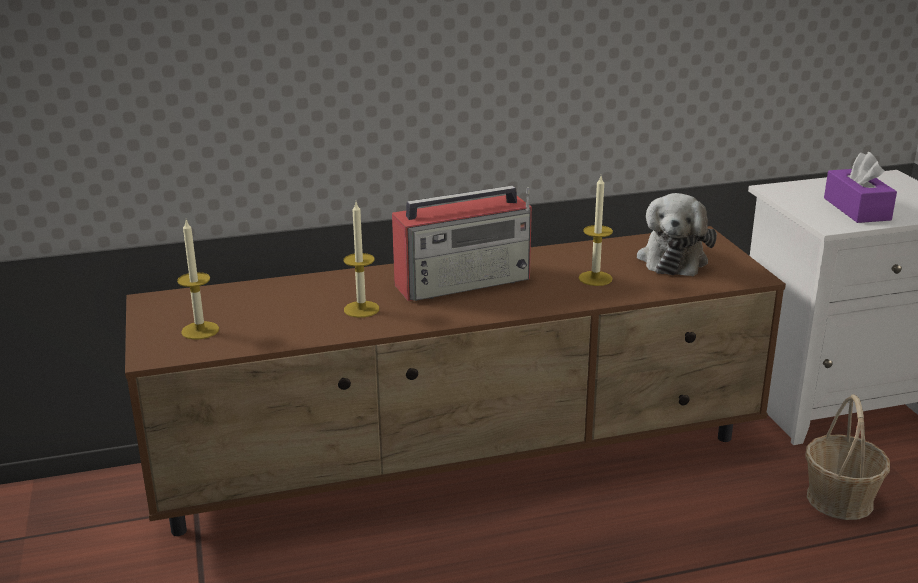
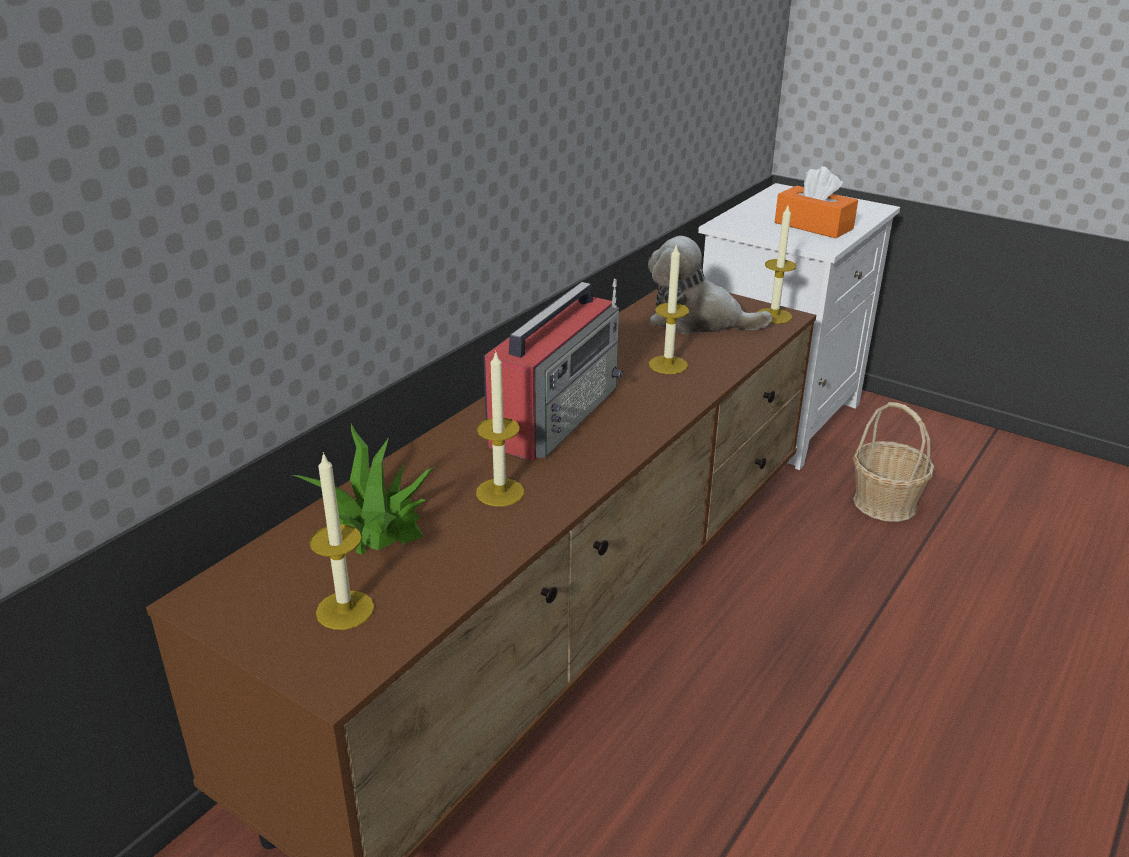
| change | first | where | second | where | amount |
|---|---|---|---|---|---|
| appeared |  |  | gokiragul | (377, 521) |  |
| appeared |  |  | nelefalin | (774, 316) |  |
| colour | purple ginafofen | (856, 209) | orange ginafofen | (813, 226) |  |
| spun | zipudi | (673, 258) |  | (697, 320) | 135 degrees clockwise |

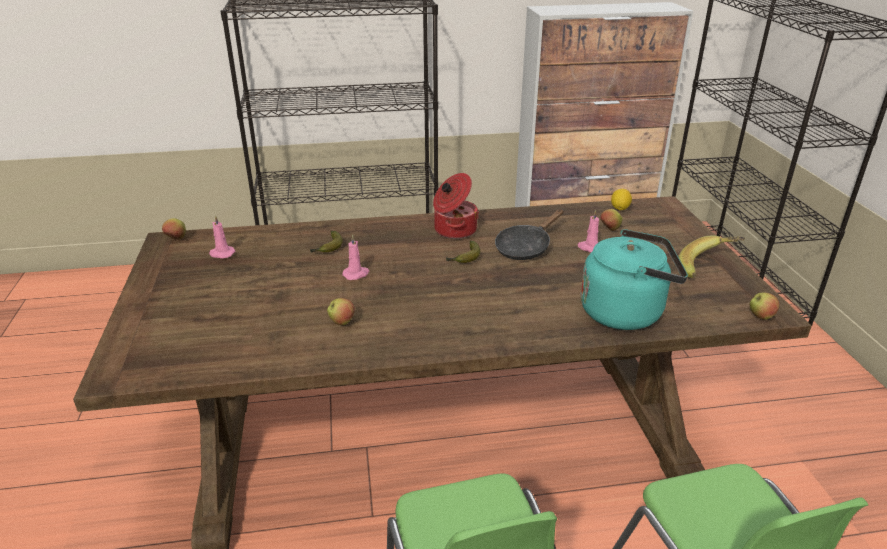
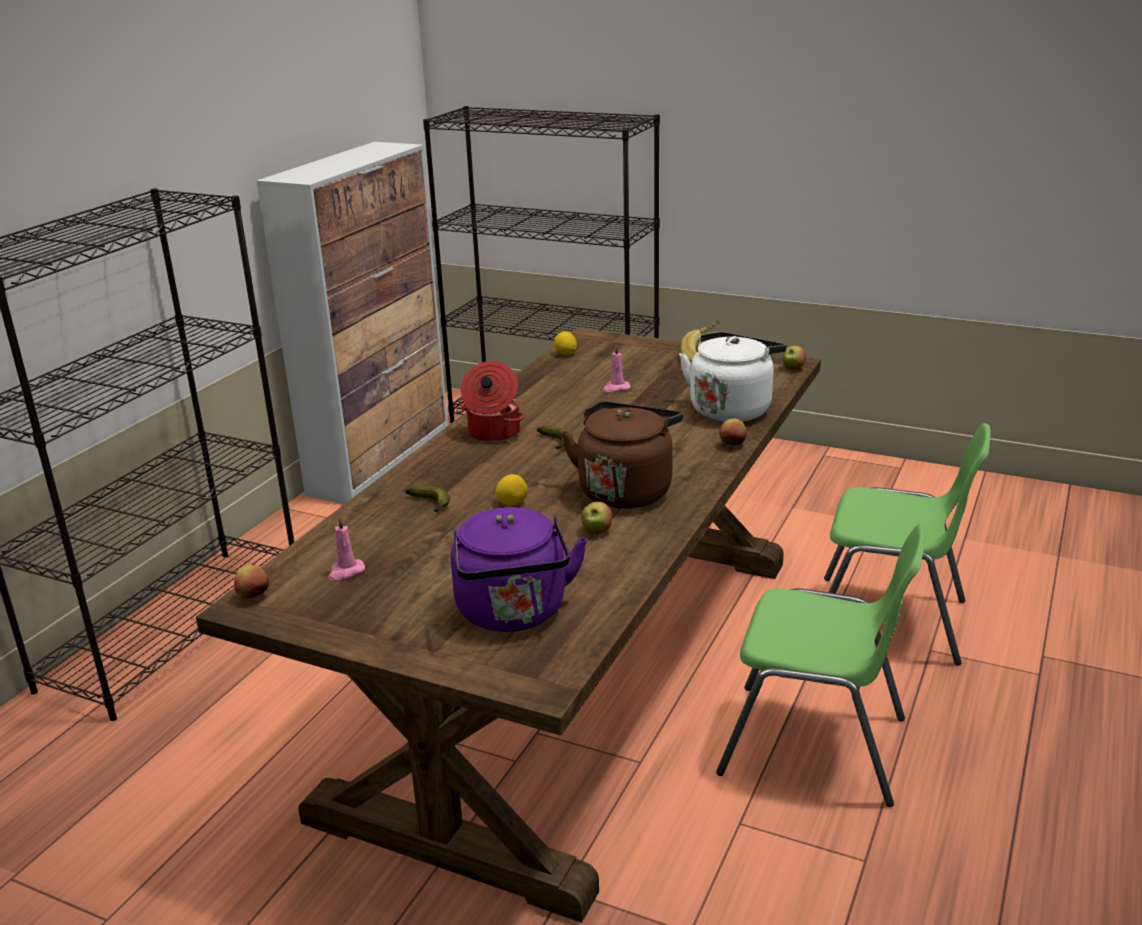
| change | first | where | second | where | amount |
|---|---|---|---|---|---|
| missing | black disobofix | (525, 247) |  |  |  |
| appeared |  |  | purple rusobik | (514, 614) |  |
| appeared |  |  | brown rusobik | (626, 490) |  |
| relocated | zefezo | (609, 229) |  | (732, 445) |  |
| exchanged | pink nelefalin | (356, 274) | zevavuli | (512, 503) |  |
| colour | turquoise rusobik | (626, 312) | white rusobik | (732, 409) |  |

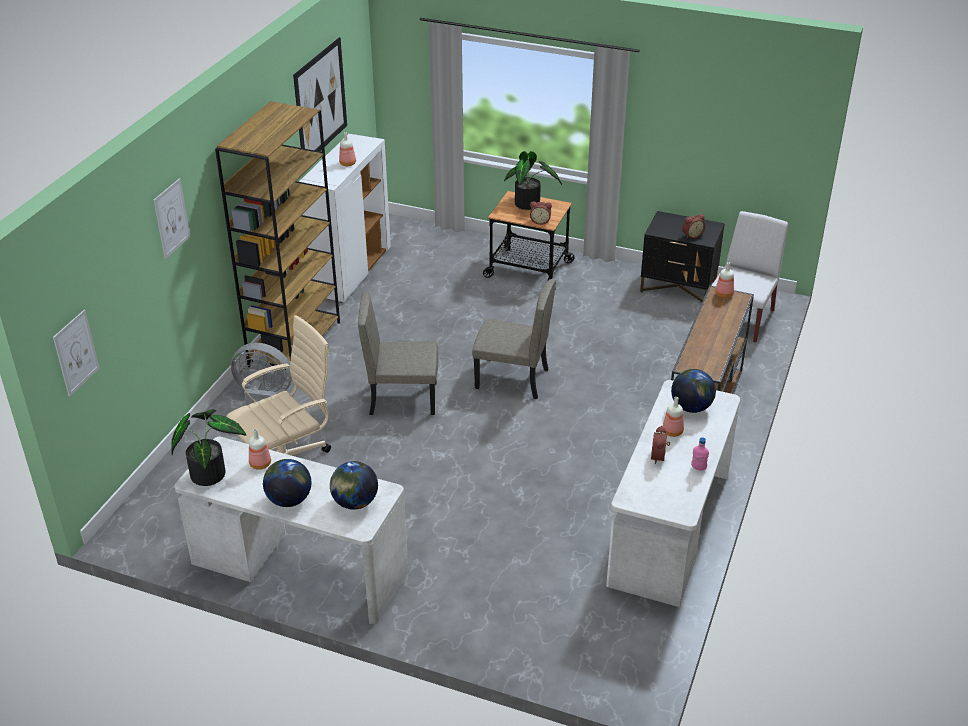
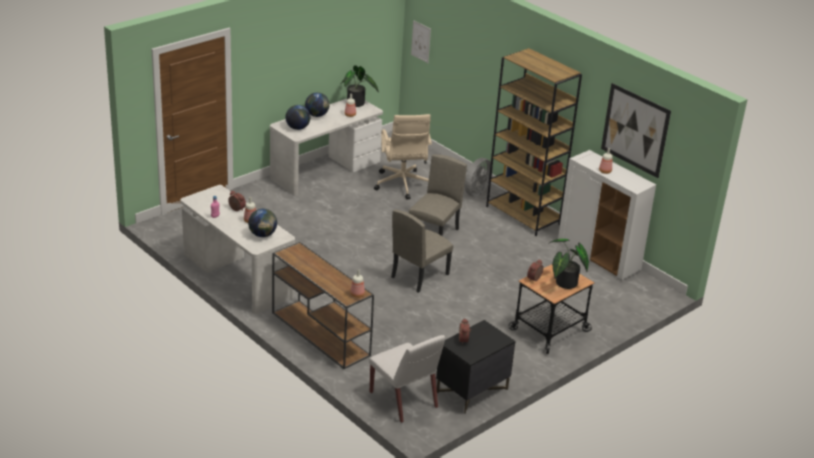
| change | first | where | second | where | amount |
|---|---|---|---|---|---|
| missing | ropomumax | (171, 218) |  |  |  |

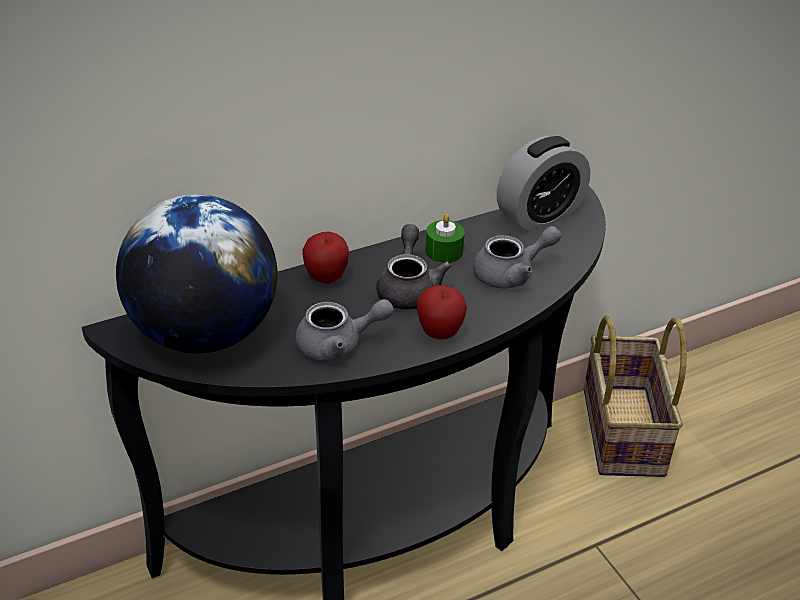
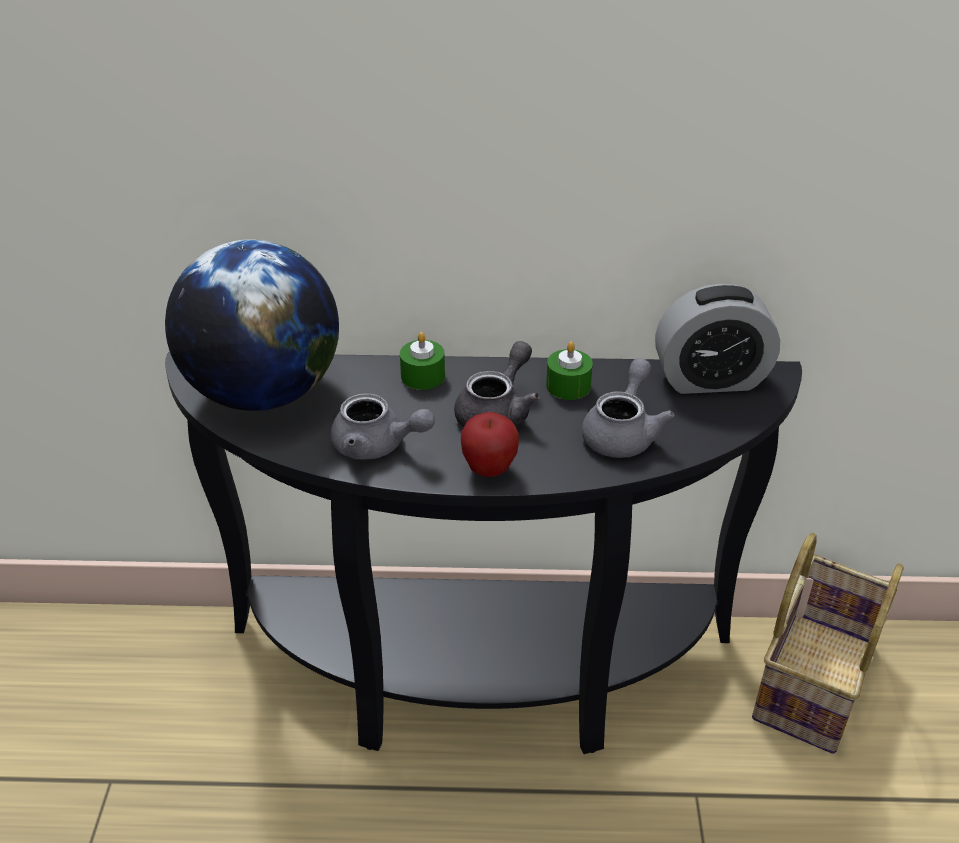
| change | first | where | second | where | amount |
|---|---|---|---|---|---|
| exchanged | zefezo | (326, 278) | green nelefalin | (423, 376) |  |
| spun | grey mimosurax | (511, 274) |  | (623, 432) | 75 degrees counterclockwise |

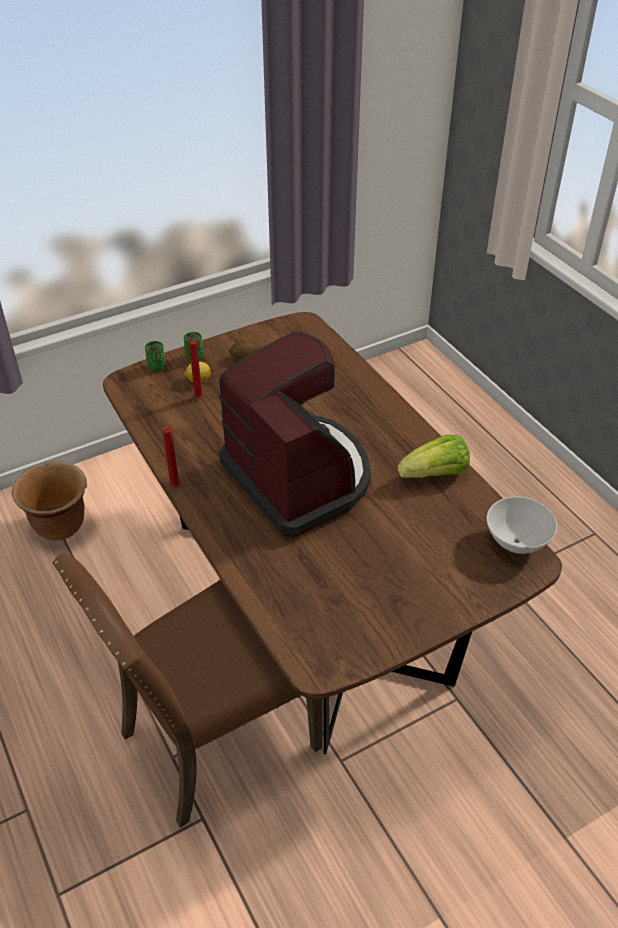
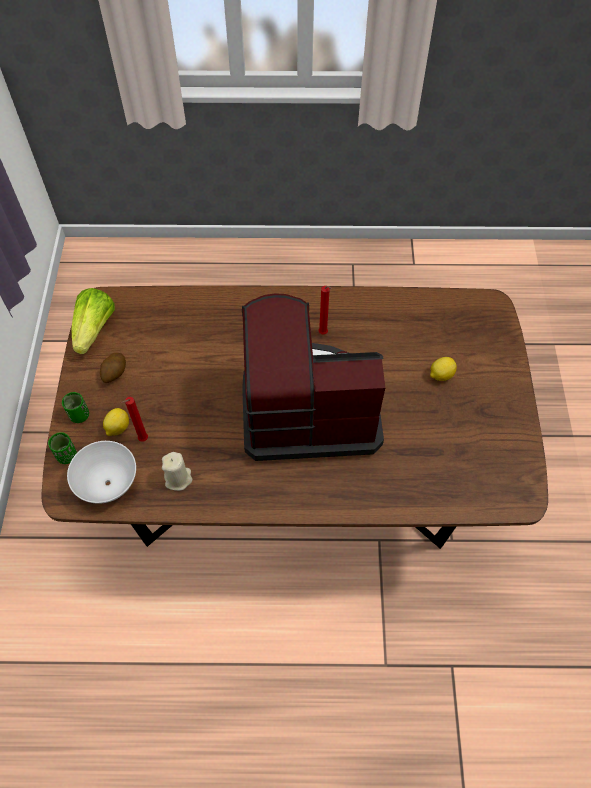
| change | first | where | second | where | amount |
|---|---|---|---|---|---|
| missing | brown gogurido | (60, 526) |  |  |  |
| missing | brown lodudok | (214, 739) |  |  |  |
| appeared |  |  | beige nelefalin | (178, 479) |  |
| appeared |  |  | zevavuli | (440, 375) |  |
| relocated | red nelefalin | (174, 487) |  | (324, 334) |  |
| relocated | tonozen | (435, 474) |  | (95, 329) |  |
| relocated | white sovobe | (516, 542) |  | (107, 483) |  |

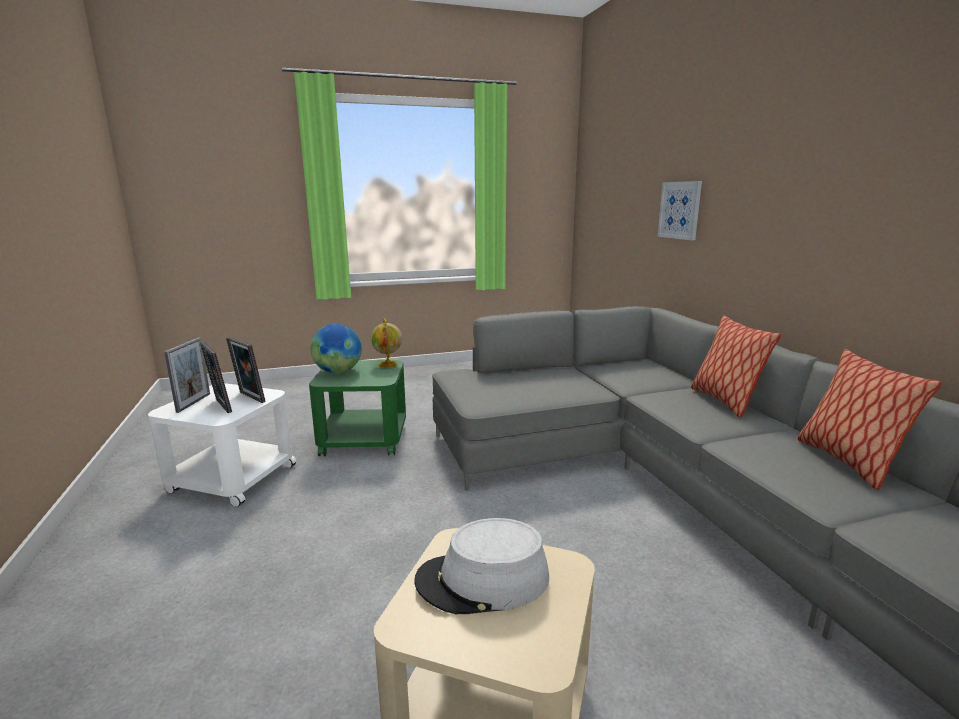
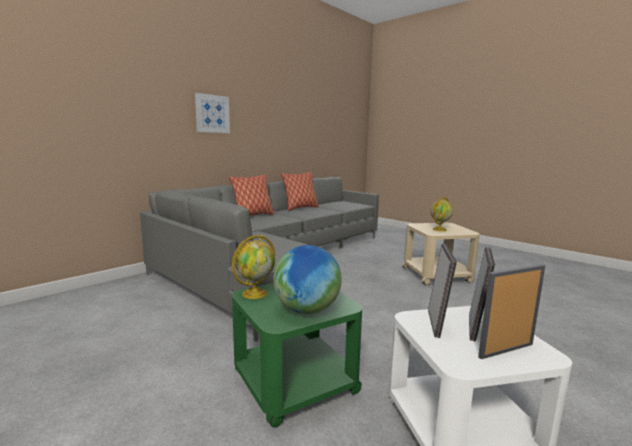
| change | first | where | second | where | amount |
|---|---|---|---|---|---|
| relocated | ropomumax | (680, 210) |  | (212, 114) |  |
| exchanged | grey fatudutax | (483, 580) | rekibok | (439, 229) |  |

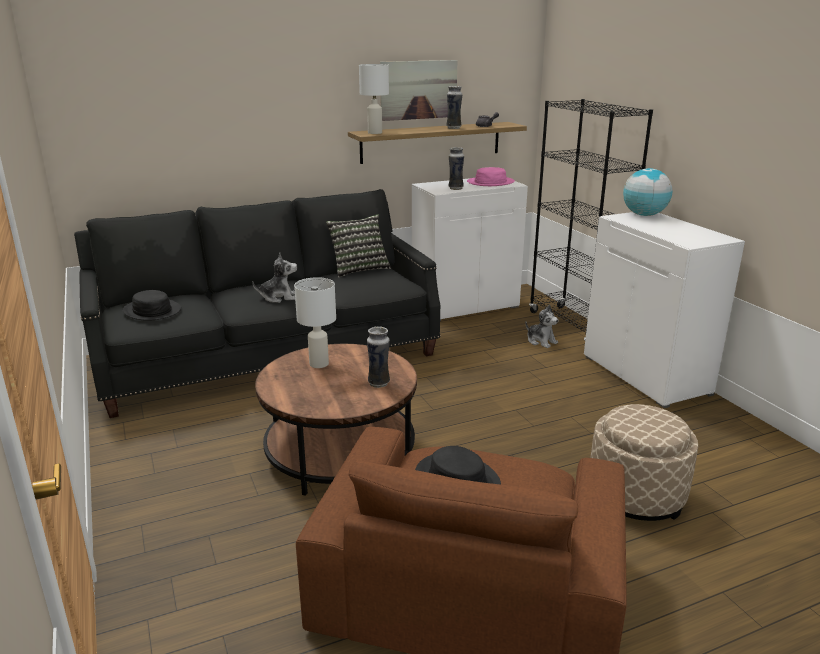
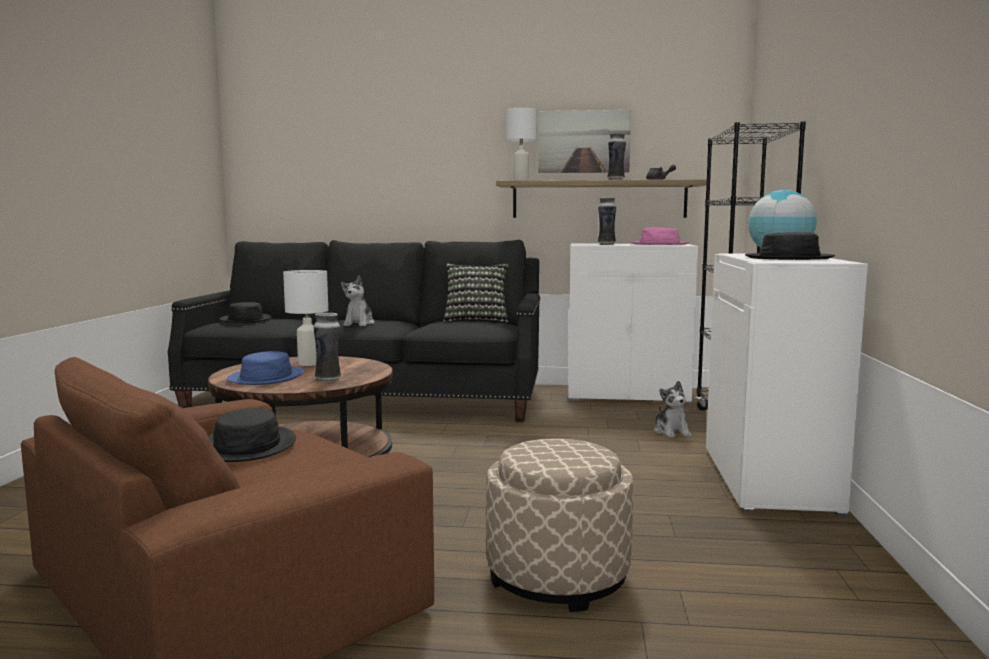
| change | first | where | second | where | amount |
|---|---|---|---|---|---|
| appeared |  |  | blue fatudutax | (266, 377) |  |
| appeared |  |  | black fatudutax | (789, 258) |  |
| spun | zipudi | (278, 297) |  | (359, 324) | 75 degrees clockwise |

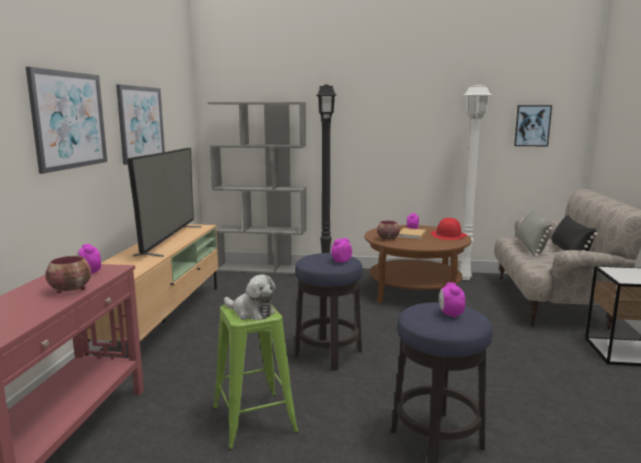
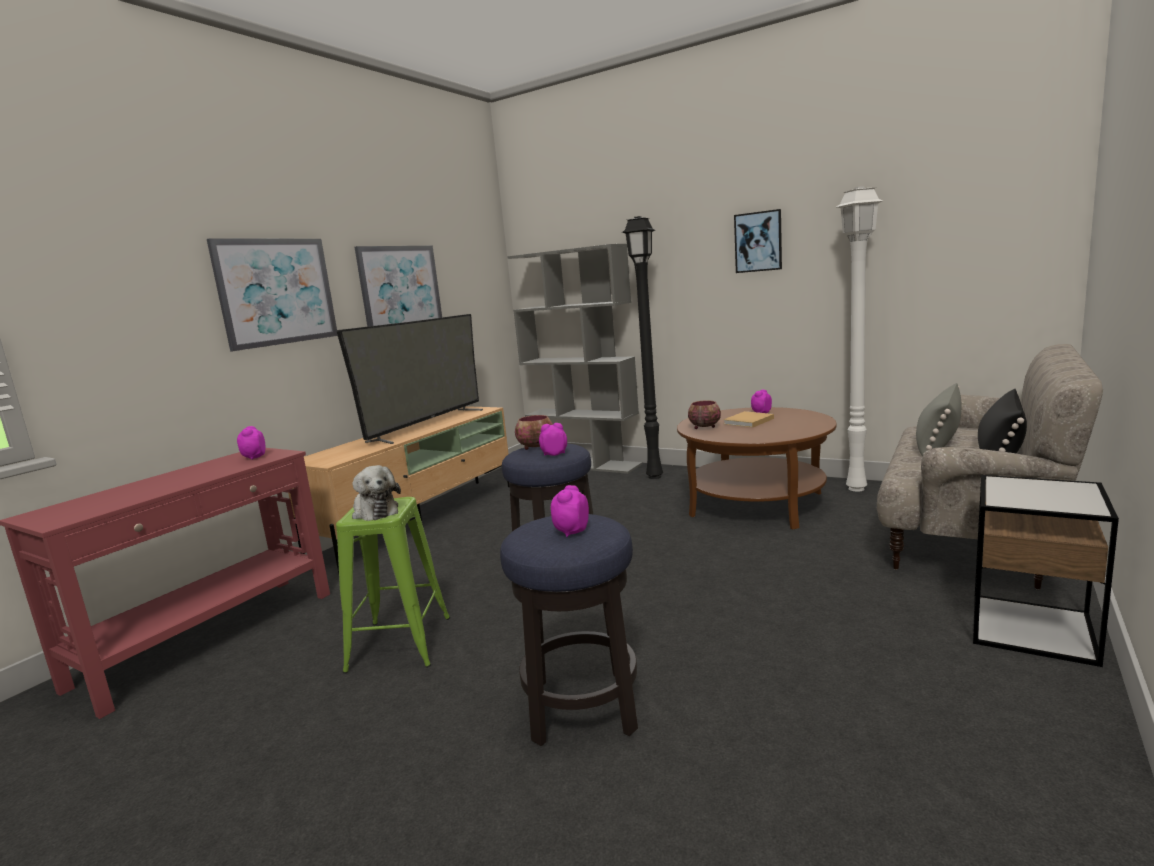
| change | first | where | second | where | amount |
|---|---|---|---|---|---|
| missing | red fatudutax | (448, 235) |  |  |  |
| relocated | sovobe | (72, 290) |  | (537, 447) |  |
| relocated | ropomumax | (532, 125) |  | (758, 242) |  |

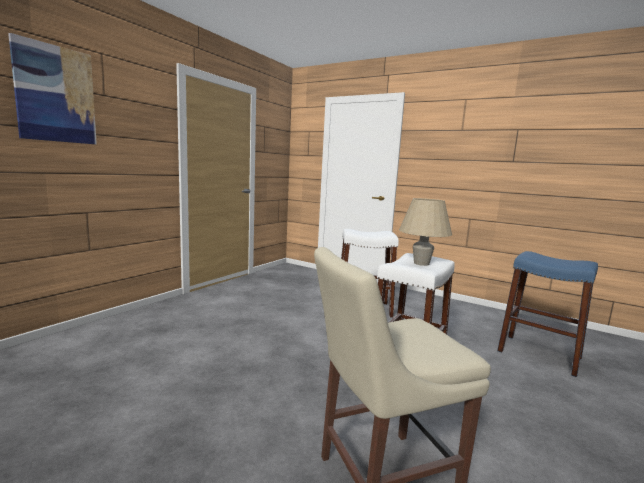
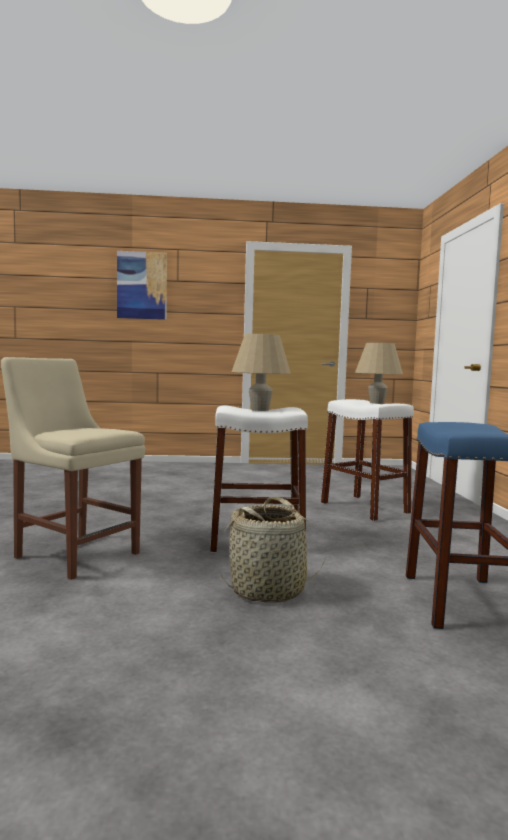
| change | first | where | second | where | amount |
|---|---|---|---|---|---|
| appeared |  |  | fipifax | (268, 589) |  |
| appeared |  |  | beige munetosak | (377, 403) |  |

